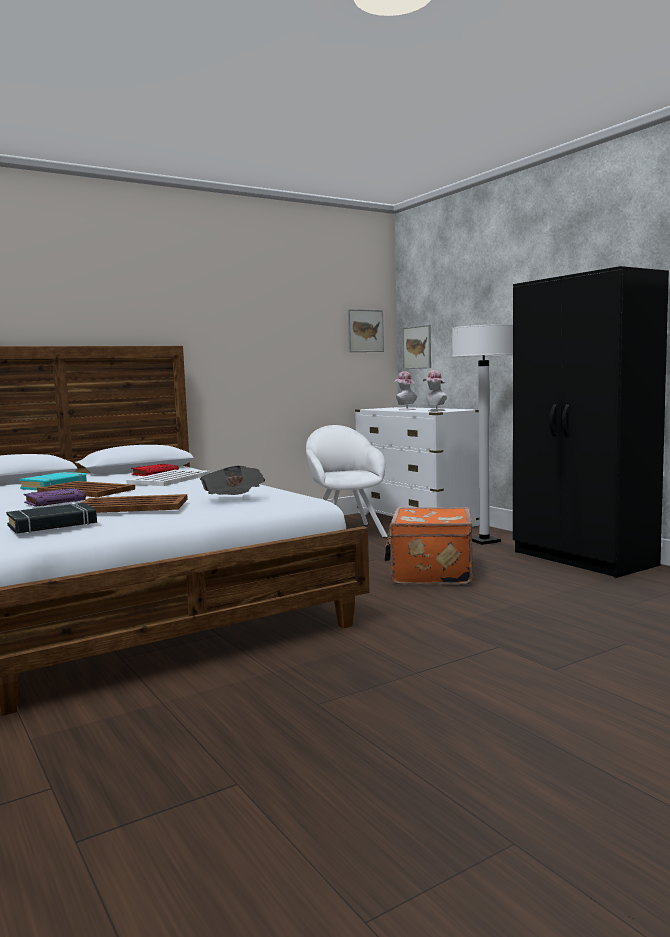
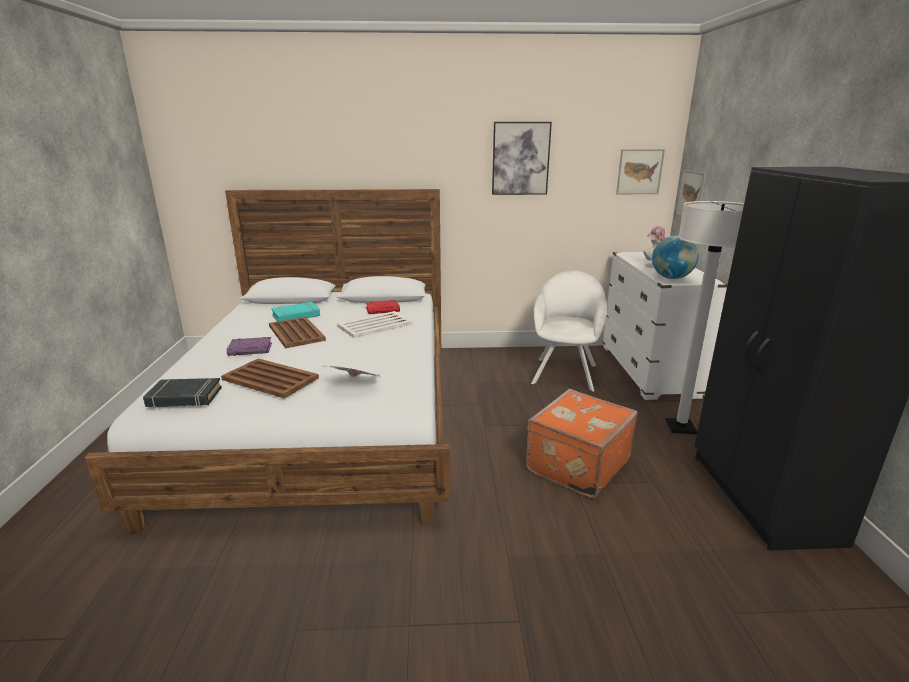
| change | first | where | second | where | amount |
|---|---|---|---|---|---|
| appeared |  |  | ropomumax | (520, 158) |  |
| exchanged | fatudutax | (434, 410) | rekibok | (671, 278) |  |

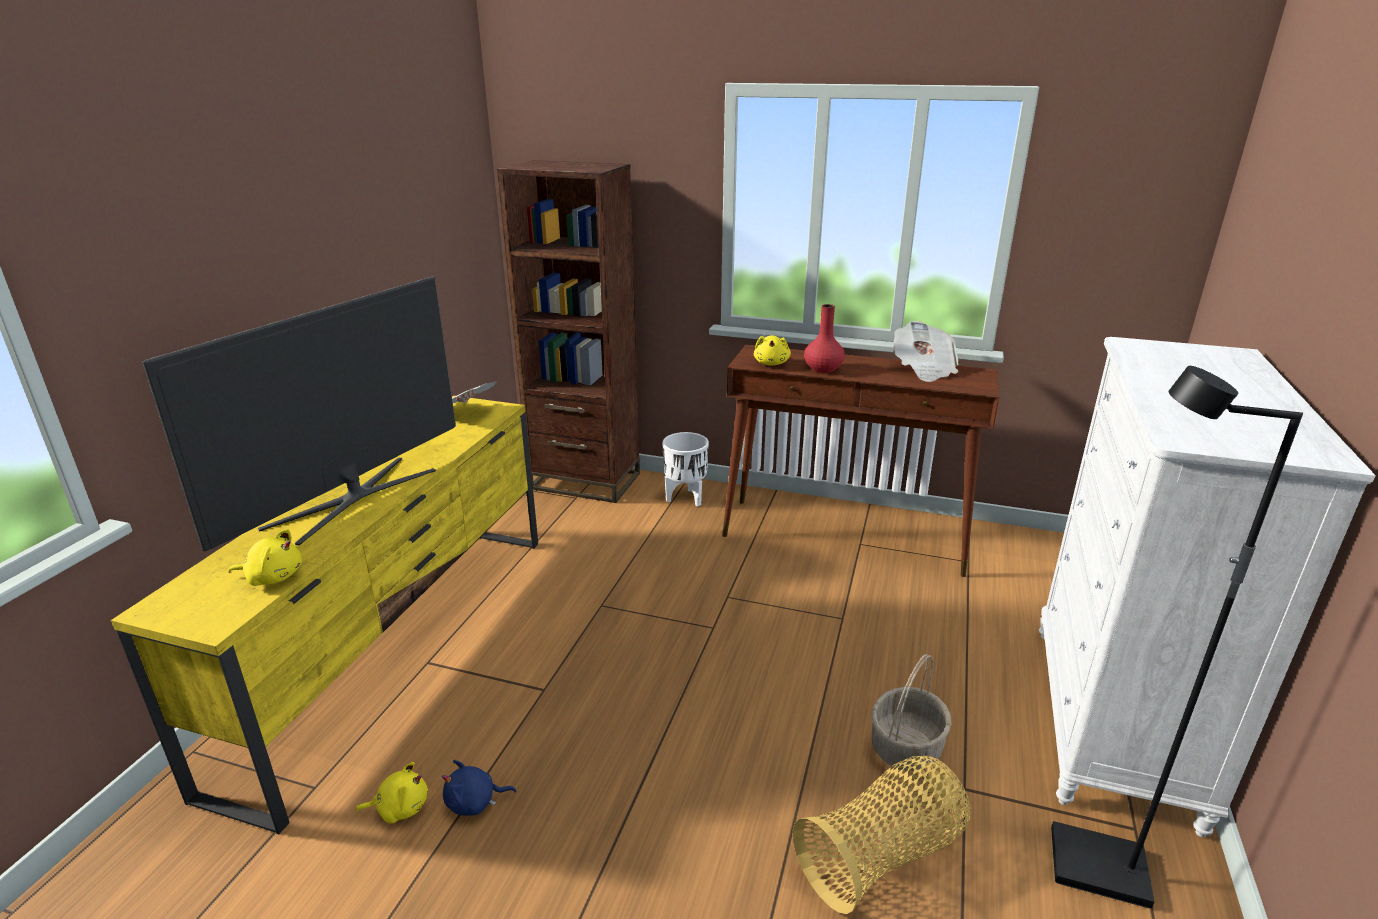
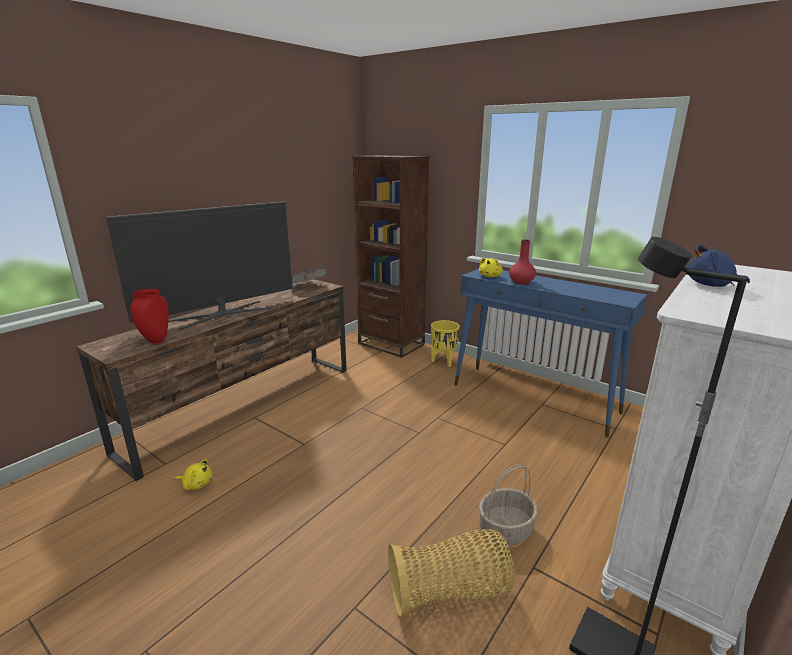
| change | first | where | second | where | amount |
|---|---|---|---|---|---|
| missing | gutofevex | (923, 369) |  |  |  |
| relocated | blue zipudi | (475, 802) |  | (711, 285) |  |
| exchanged | yellow zipudi | (273, 577) | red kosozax | (155, 341) |  |
| colour | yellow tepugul | (400, 645) | brown tepugul | (246, 406) |  |
| colour | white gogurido | (685, 498) | yellow gogurido | (444, 361) |  |
| colour | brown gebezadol | (845, 536) | blue gebezadol | (534, 398) |  |

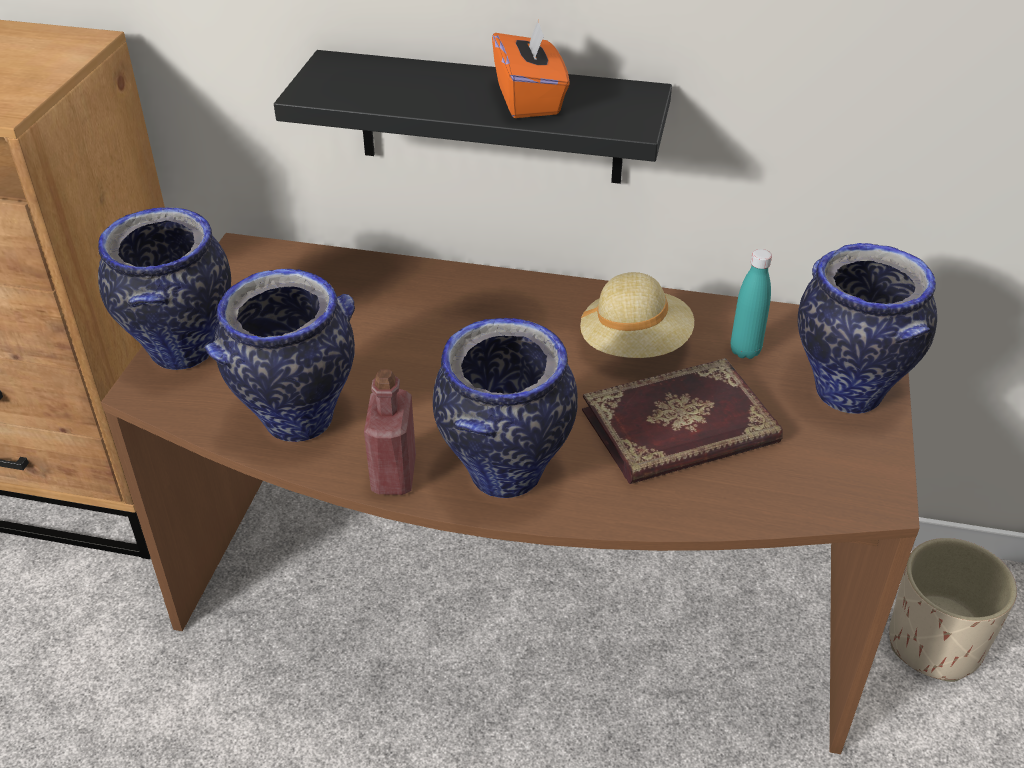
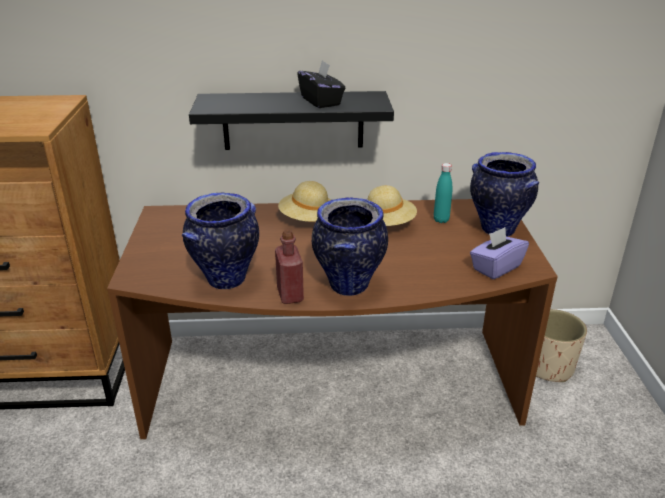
| change | first | where | second | where | amount |
|---|---|---|---|---|---|
| missing | kosozax | (183, 353) |  |  |  |
| missing | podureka | (680, 429) |  |  |  |
| appeared |  |  | beige fatudutax | (307, 219) |  |
| appeared |  |  | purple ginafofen | (496, 267) |  |
| colour | orange ginafofen | (530, 99) | black ginafofen | (321, 101) |  |

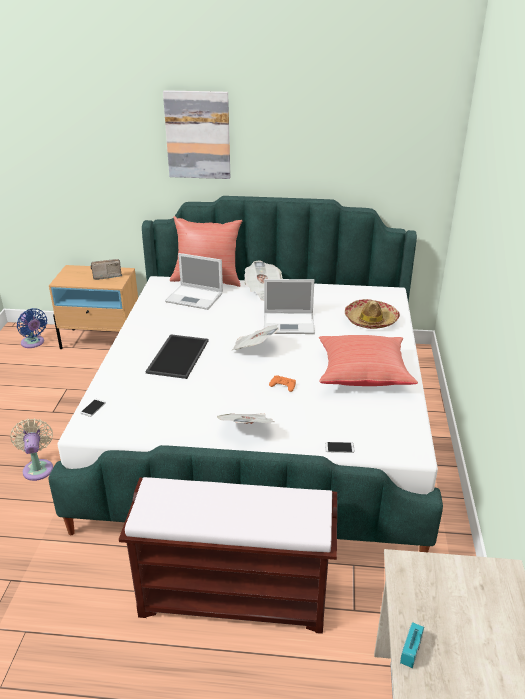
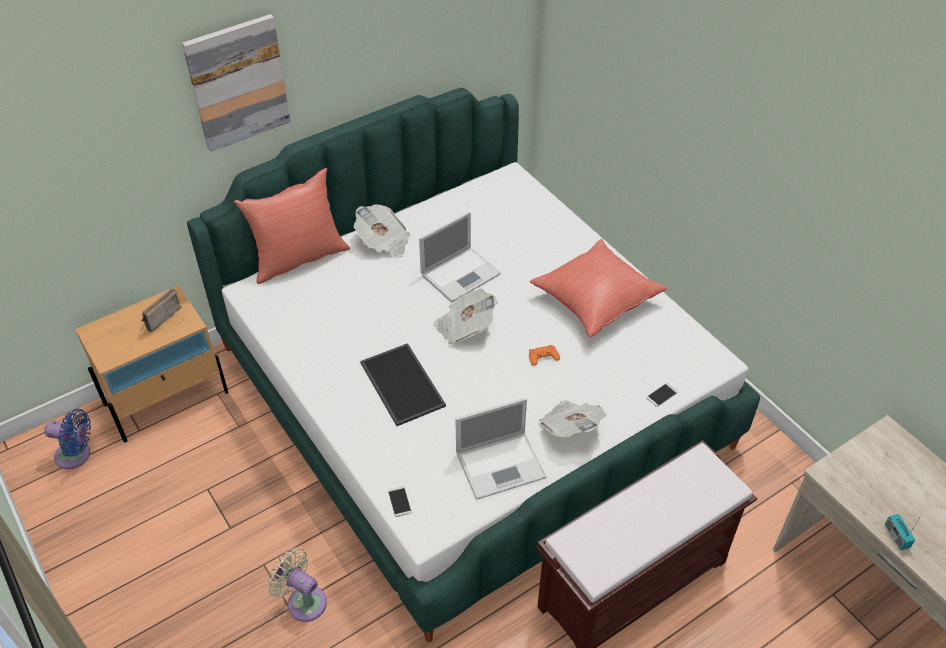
| change | first | where | second | where | amount |
|---|---|---|---|---|---|
| missing | fatudutax | (371, 320) |  |  |  |
| relocated | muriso | (195, 297) |  | (502, 464) |  |

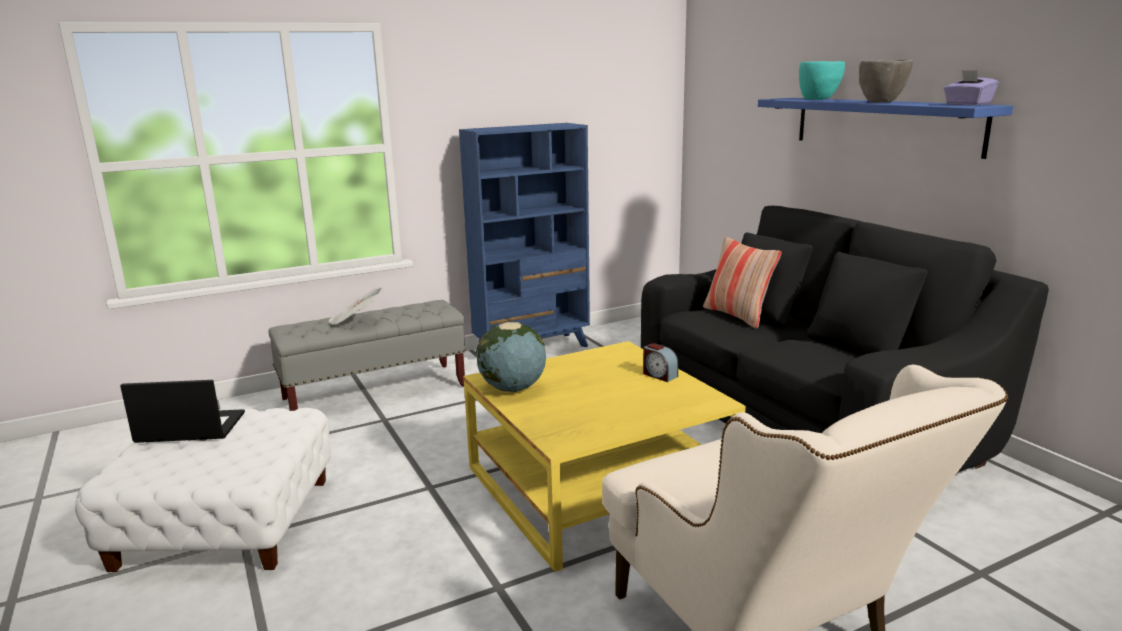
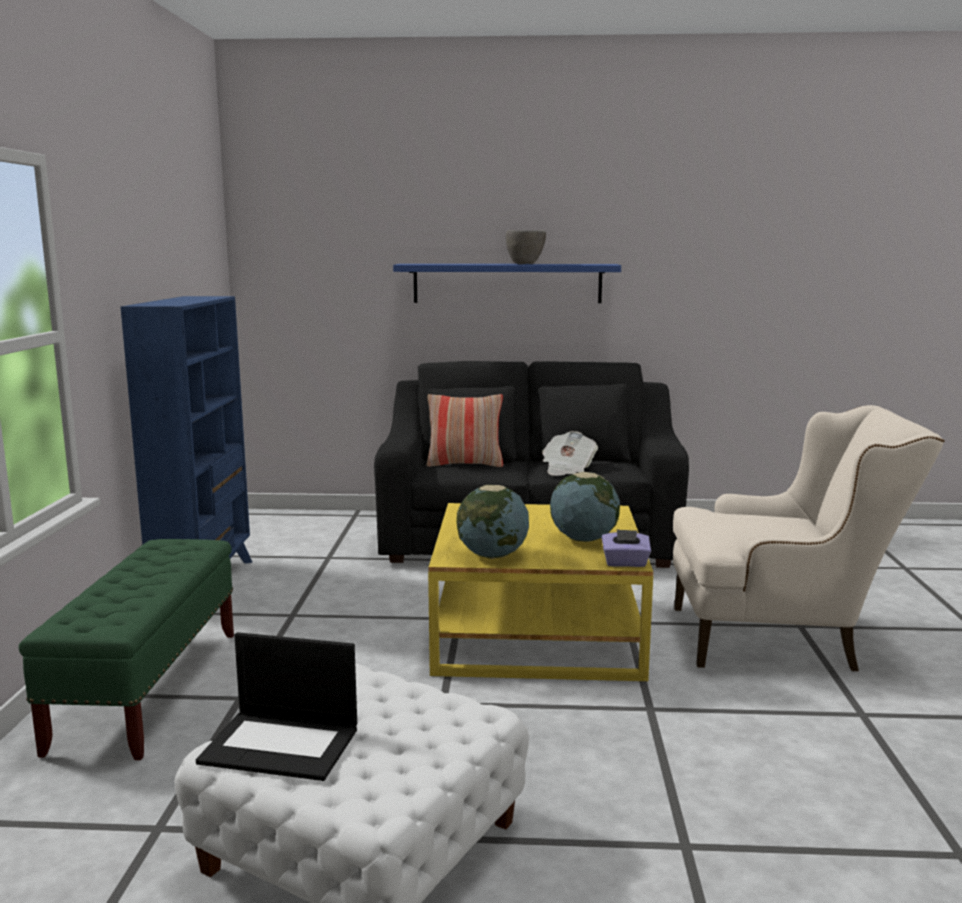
| change | first | where | second | where | amount |
|---|---|---|---|---|---|
| missing | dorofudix | (659, 375) |  |  |  |
| missing | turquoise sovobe | (819, 99) |  |  |  |
| appeared |  |  | rekibok | (583, 539) |  |
| relocated | gutofevex | (356, 321) |  | (567, 469) |  |
| relocated | purple ginafofen | (967, 104) |  | (625, 563) |  |
| colour | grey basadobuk | (375, 392) | green basadobuk | (149, 689) |  |
| spun | muriso | (189, 428) |  | (282, 745) | 105 degrees counterclockwise |

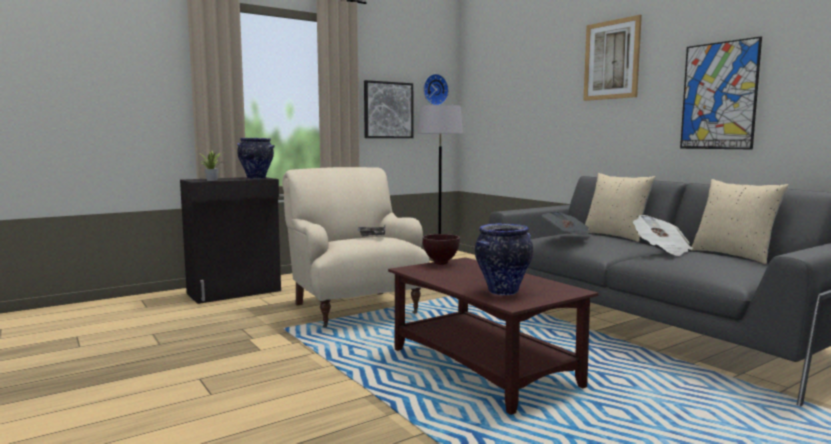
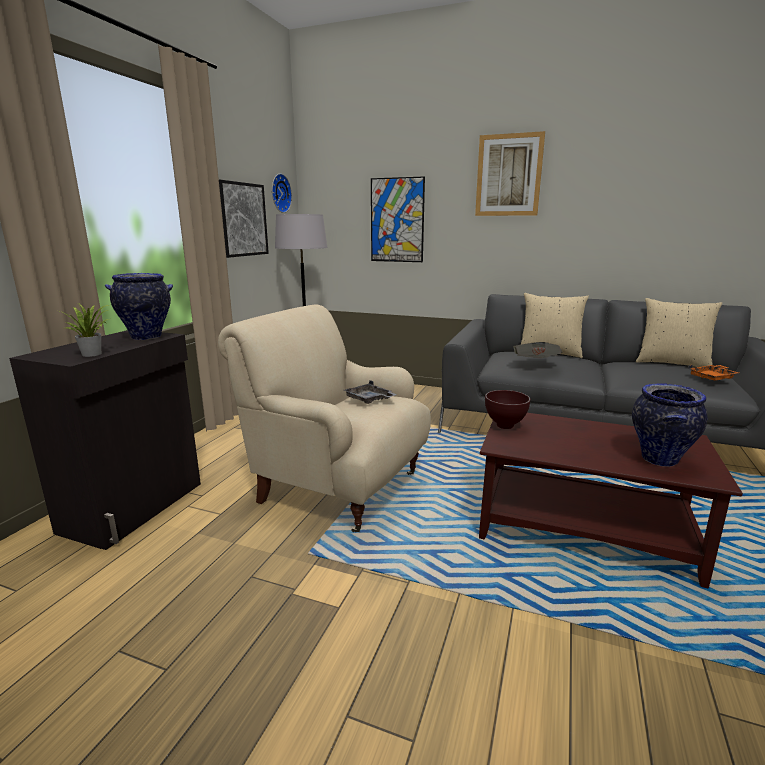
| change | first | where | second | where | amount |
|---|---|---|---|---|---|
| missing | gutofevex | (661, 250) |  |  |  |
| appeared |  |  | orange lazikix | (713, 378) |  |
| relocated | ropomumax | (719, 96) |  | (397, 220) |  |

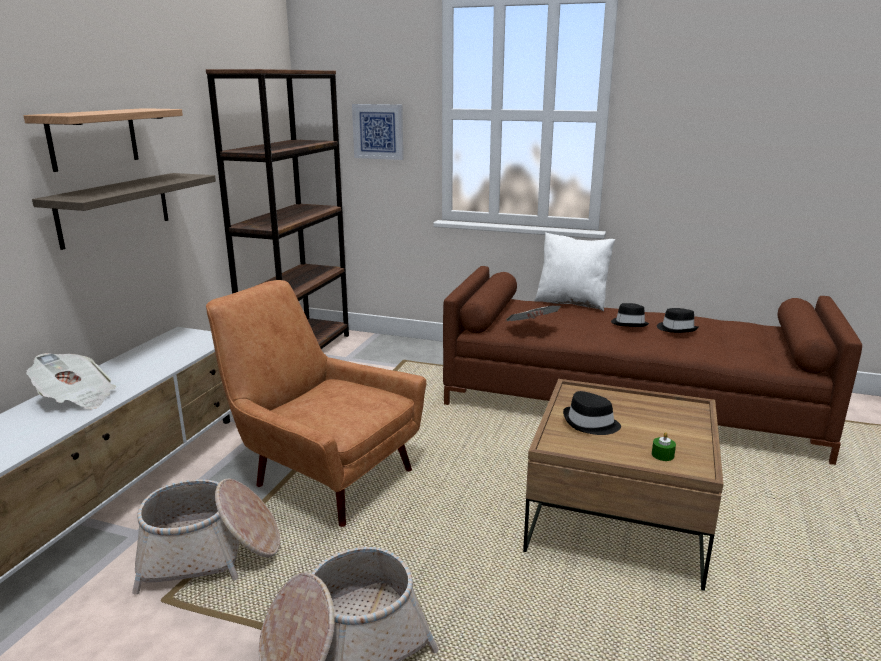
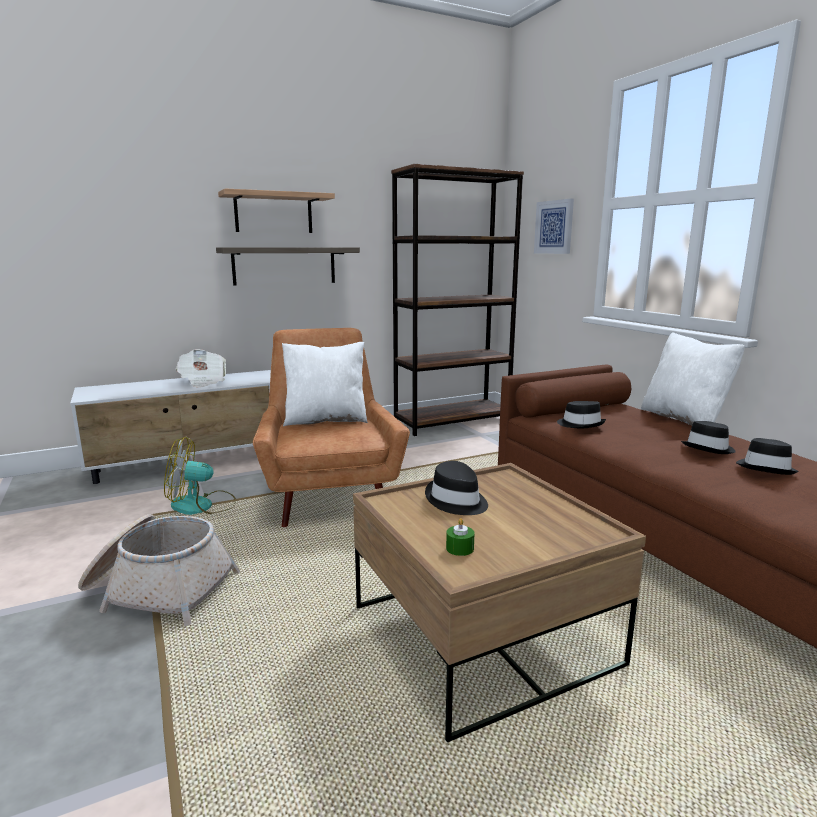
| change | first | where | second | where | amount |
|---|---|---|---|---|---|
| appeared |  |  | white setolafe | (326, 420) |  |
| exchanged | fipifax | (210, 553) | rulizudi | (202, 506) |  |
| exchanged | gutofevex | (531, 328) | black fatudutax | (580, 424) |  |

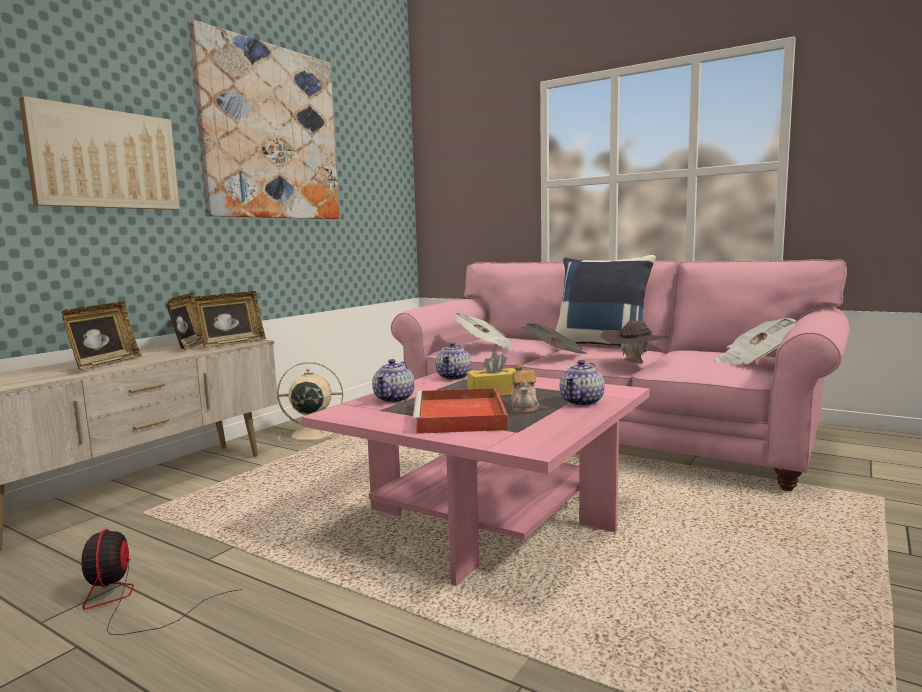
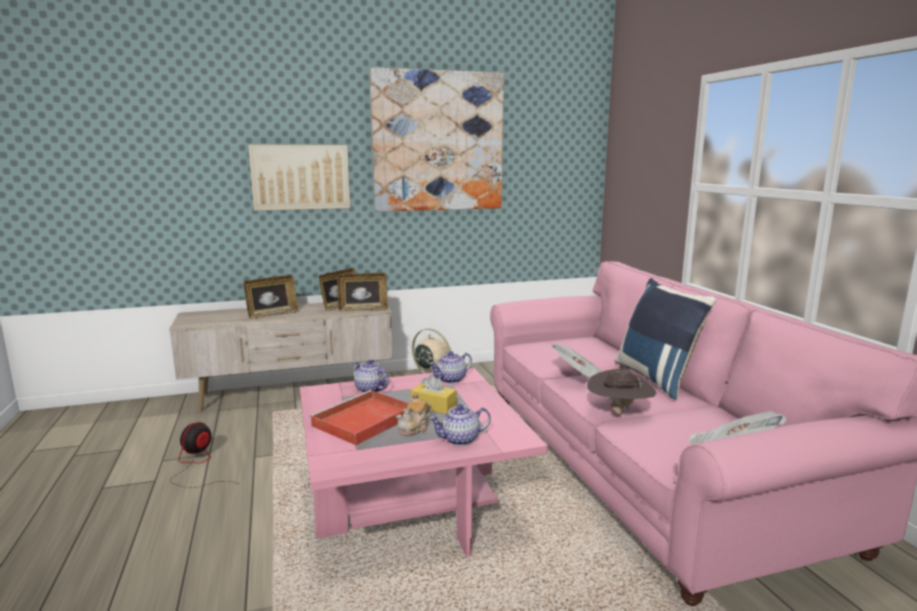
| change | first | where | second | where | amount |
|---|---|---|---|---|---|
| missing | gutofevex | (485, 347) |  |  |  |
| spun | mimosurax | (394, 399) |  | (370, 389) | 75 degrees clockwise |

